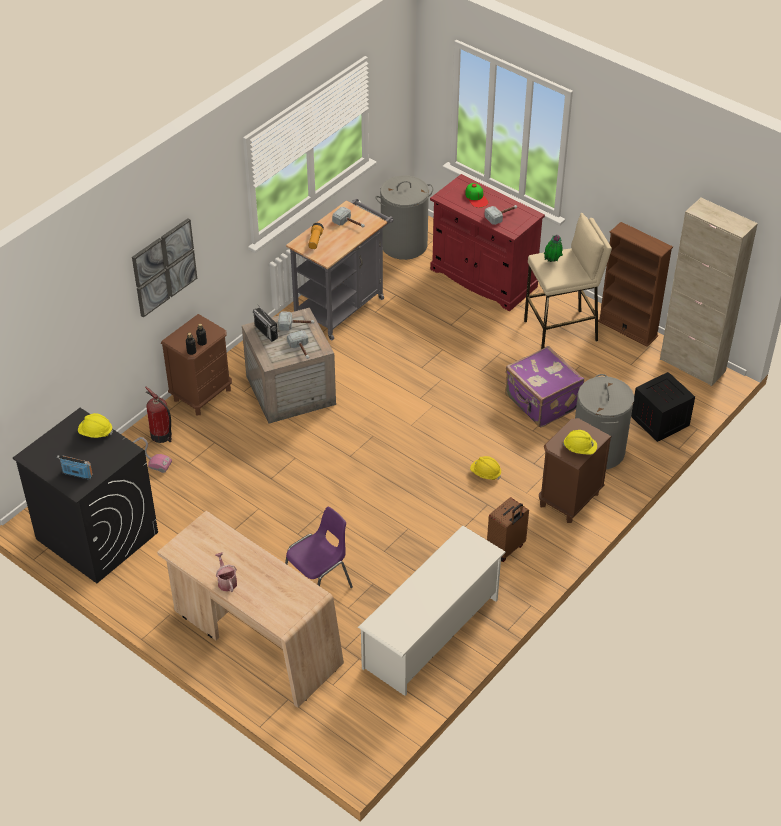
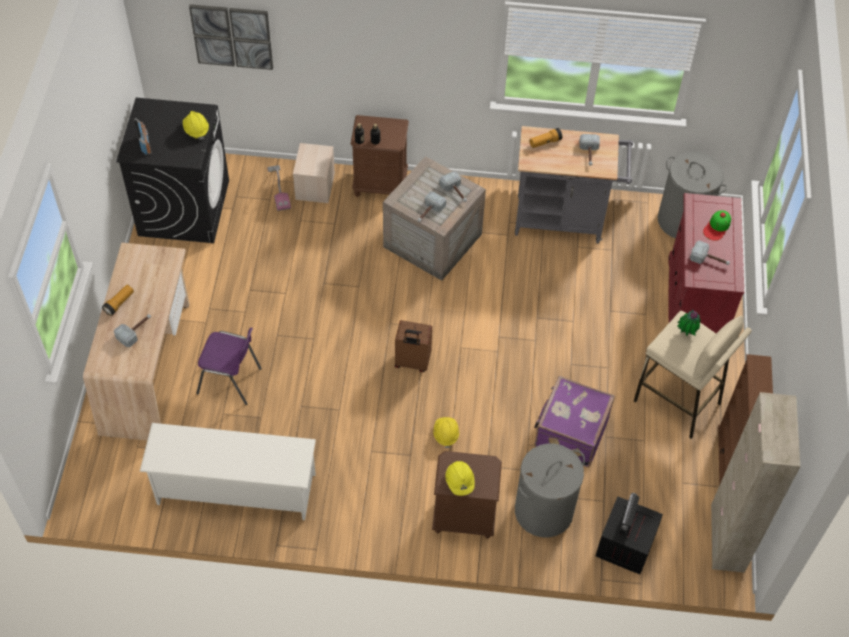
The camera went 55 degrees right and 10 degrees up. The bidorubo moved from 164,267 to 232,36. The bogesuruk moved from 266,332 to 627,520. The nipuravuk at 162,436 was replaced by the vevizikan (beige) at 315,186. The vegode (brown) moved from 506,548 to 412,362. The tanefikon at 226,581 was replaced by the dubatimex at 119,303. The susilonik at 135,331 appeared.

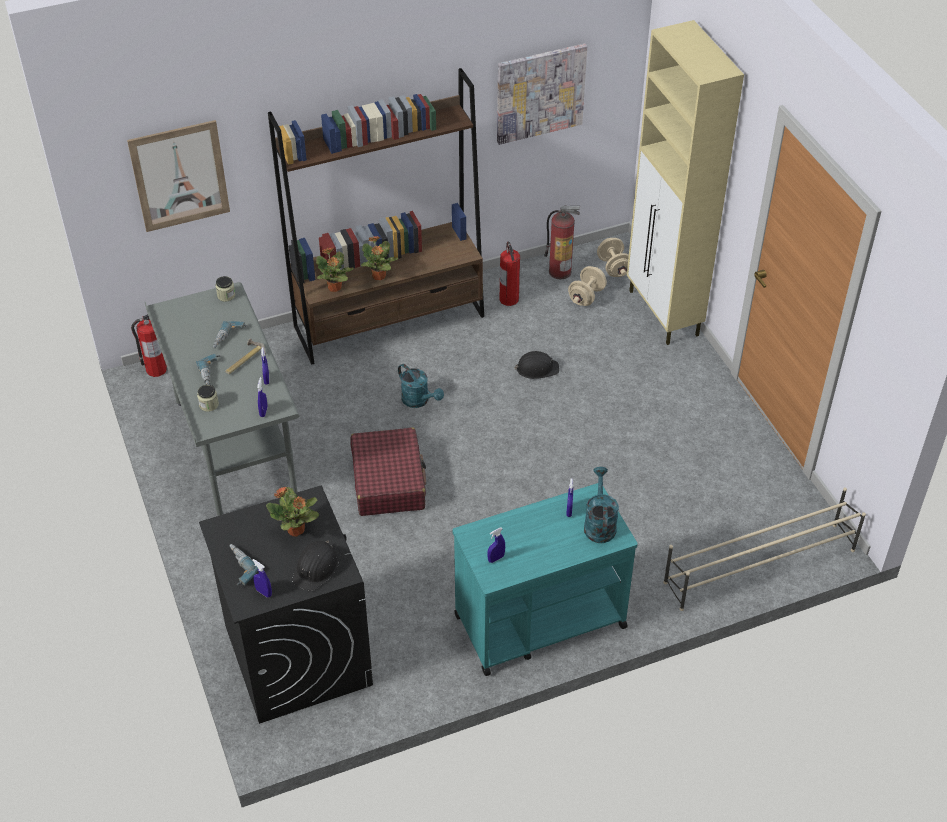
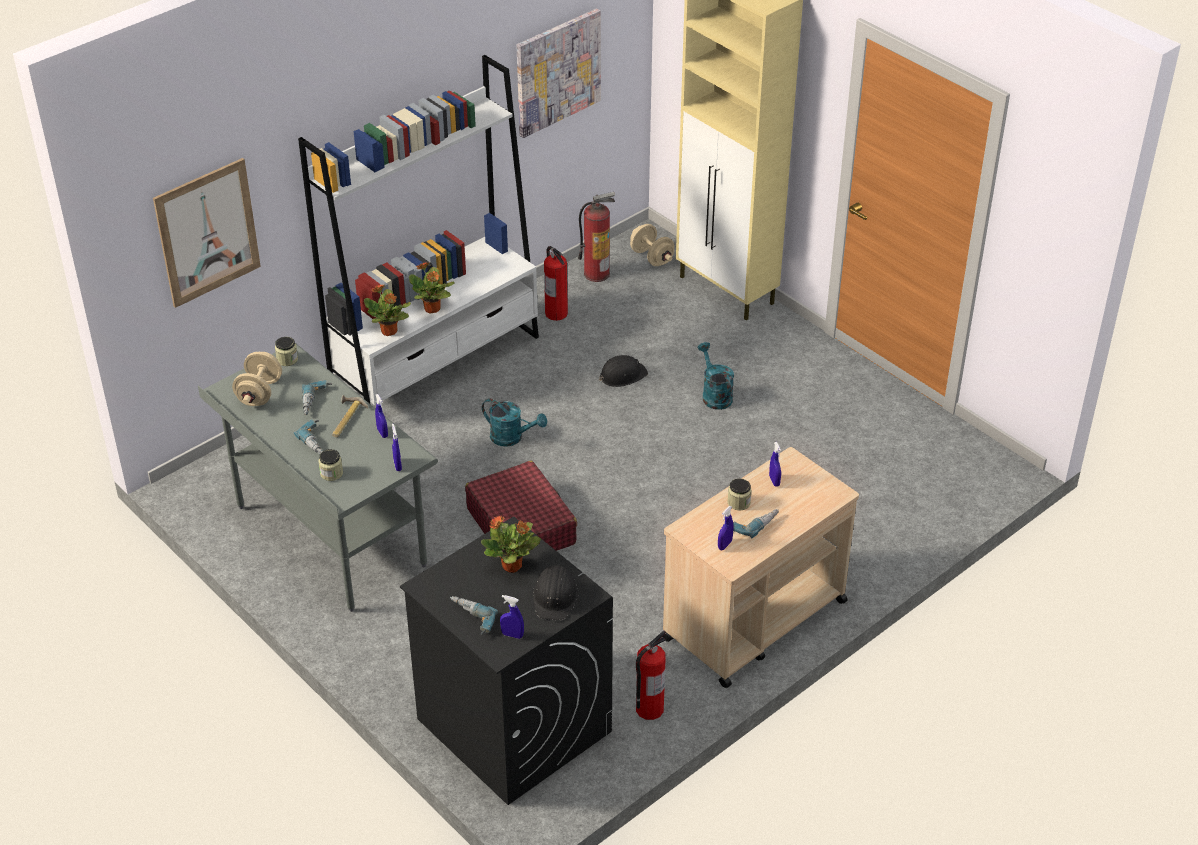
The camera went 20 degrees left and 5 degrees down. The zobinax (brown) at 390,321 became the zobinax (white) at 437,365. The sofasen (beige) moved from 586,296 to 259,393. The nipuravuk moved from 156,369 to 649,709. The tanefikon (turquoise) moved from 599,523 to 714,395. The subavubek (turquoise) at 538,621 became the subavubek (beige) at 753,620. The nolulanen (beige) at 758,566 disappeared. The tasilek at 739,503 appeared. The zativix at 753,523 appeared.

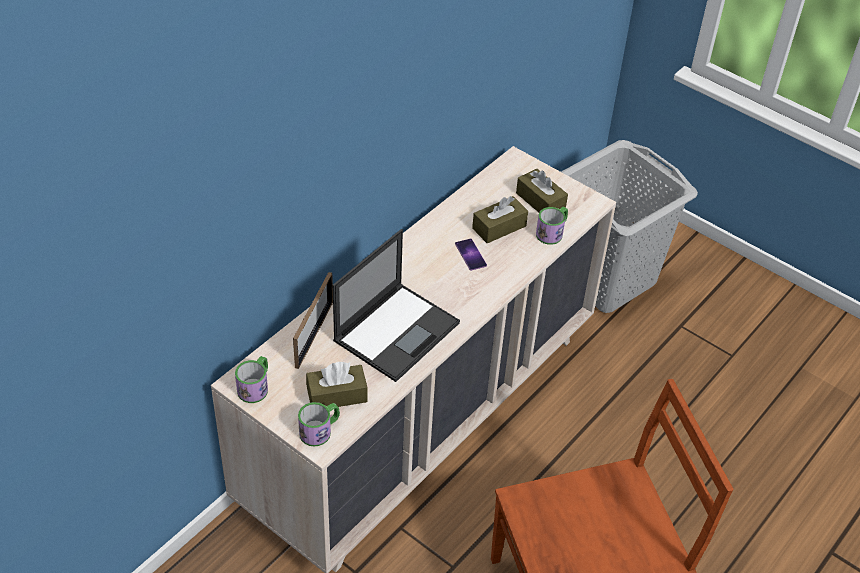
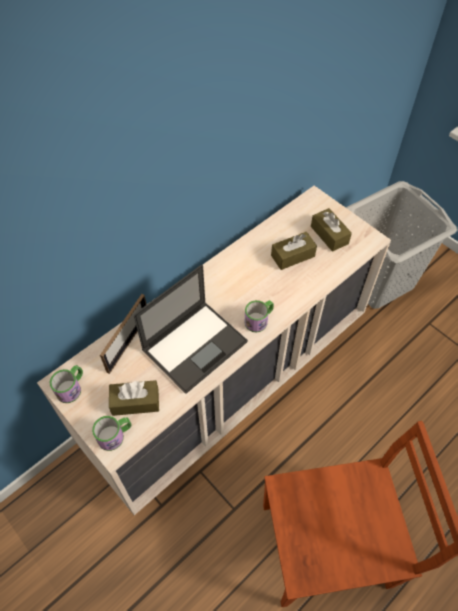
The camera went 10 degrees right and 10 degrees up. The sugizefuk moved from 552,232 to 259,320. The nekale at 470,254 disappeared.

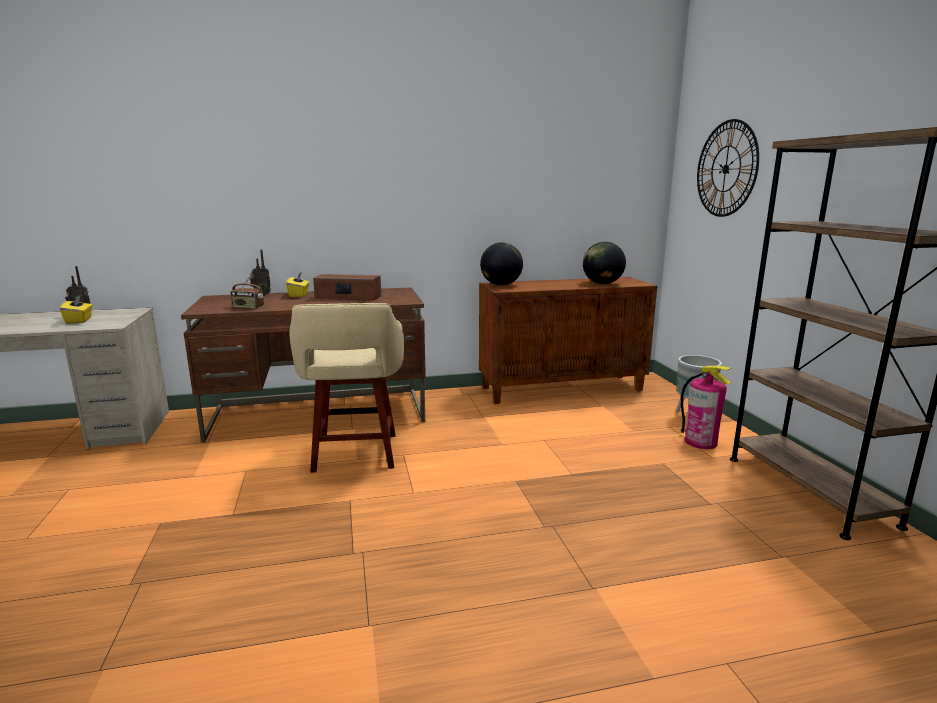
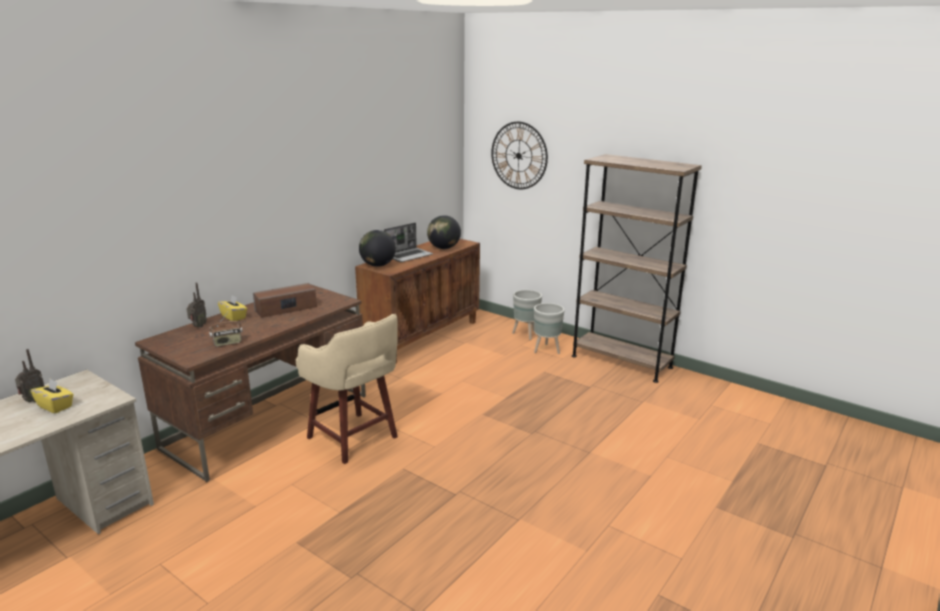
The camera went 40 degrees left and 5 degrees up. The nipuravuk at 700,442 was replaced by the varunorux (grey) at 547,350. The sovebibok at 409,256 appeared.

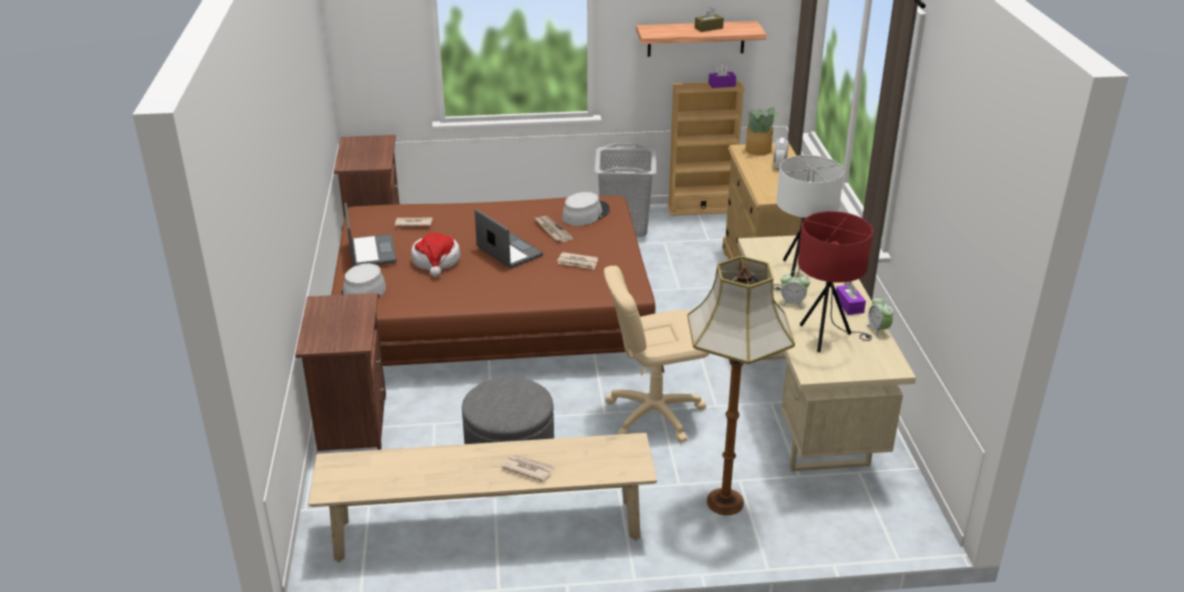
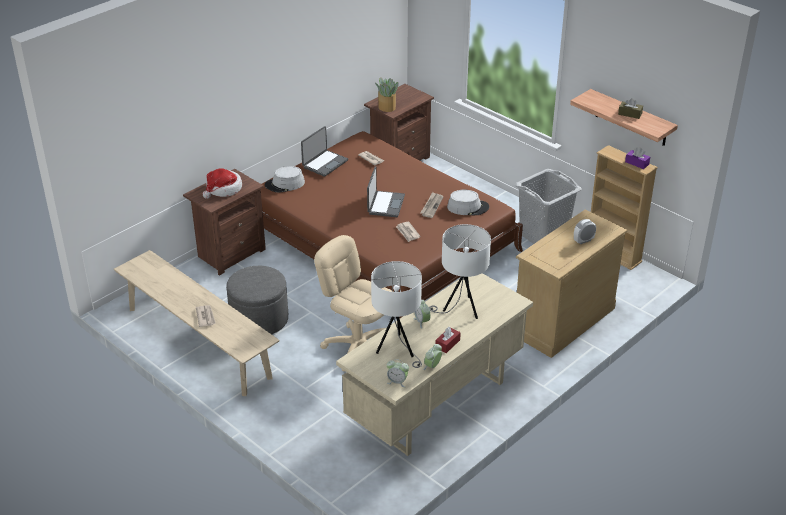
The camera went 50 degrees right and 5 degrees up. The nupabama moved from 759,150 to 387,107. The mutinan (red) at 826,338 became the mutinan (white) at 397,350. The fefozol moved from 436,261 to 223,189. The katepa at 726,503 disappeared. The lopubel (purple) at 849,305 became the lopubel (red) at 447,344. The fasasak at 397,381 appeared.

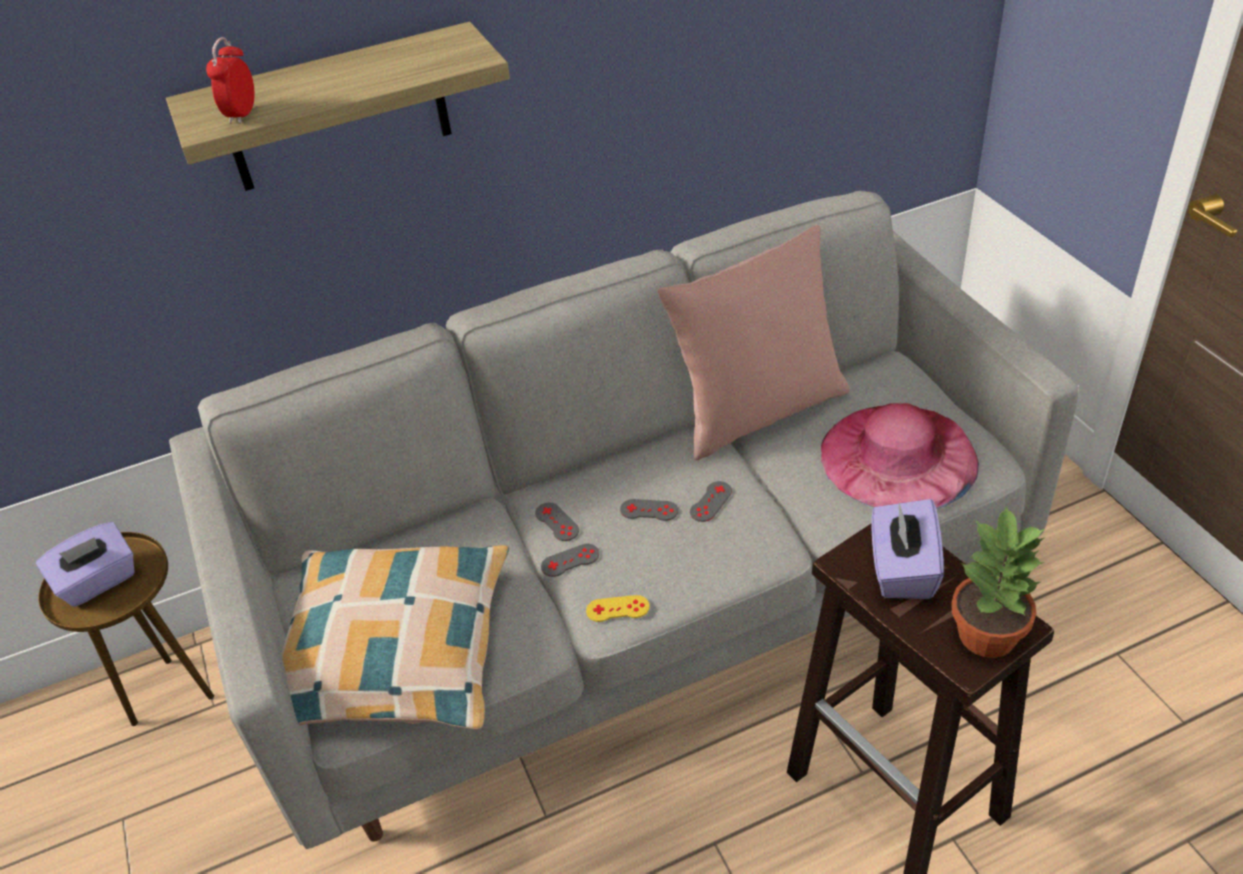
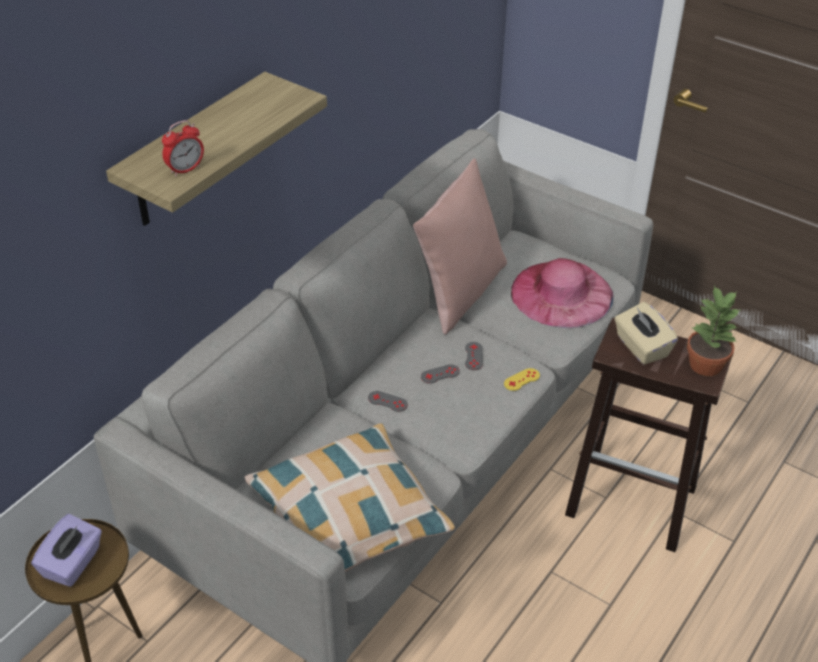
The camera went 35 degrees left and 0 degrees up. The fasasak at 242,114 turned 105 degrees counterclockwise. The lopubel (purple) at 902,569 became the lopubel (beige) at 641,347. The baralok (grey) at 570,560 disappeared. The baralok (yellow) moved from 617,609 to 521,379.

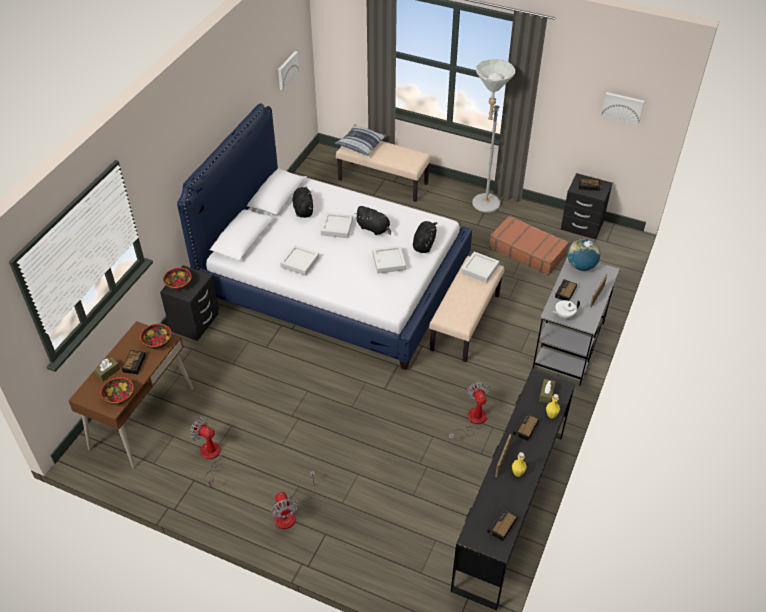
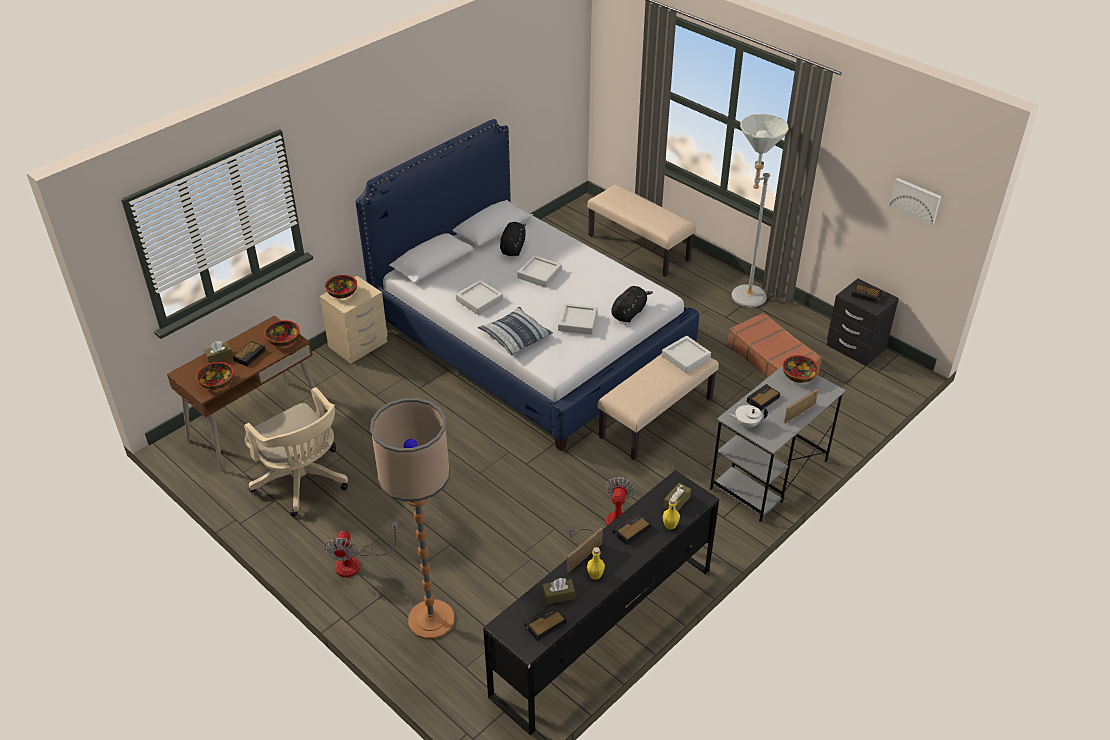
The camera went 20 degrees right and 5 degrees down. The bidorubo at 287,70 disappeared. The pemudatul moved from 360,144 to 515,336. The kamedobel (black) at 374,229 disappeared. The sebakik at 581,266 was replaced by the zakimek at 798,376. The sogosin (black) at 194,322 became the sogosin (beige) at 358,344. The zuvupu at 210,457 was replaced by the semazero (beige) at 304,482. The katepa at 431,619 appeared. The lopubel (brown) at 558,595 appeared.

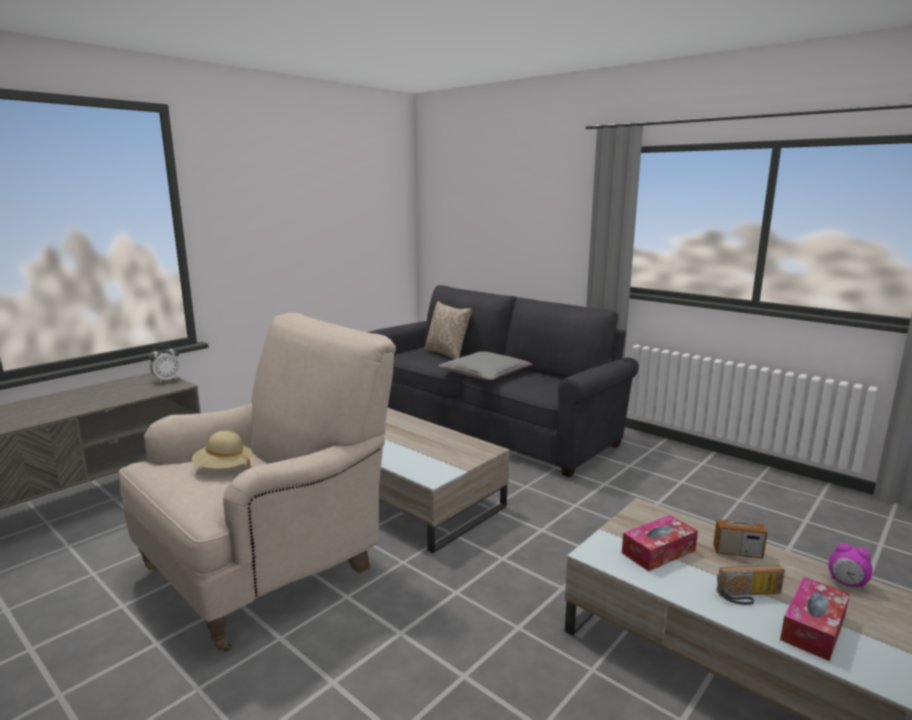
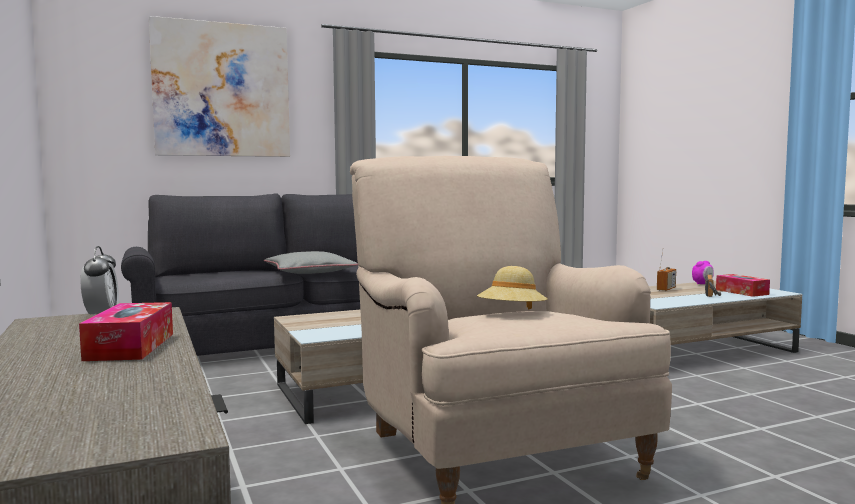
The camera went 65 degrees left and 10 degrees down. The pemudatul at 447,354 disappeared. The lopubel moved from 658,551 to 130,346. The bidorubo at 222,90 appeared.

